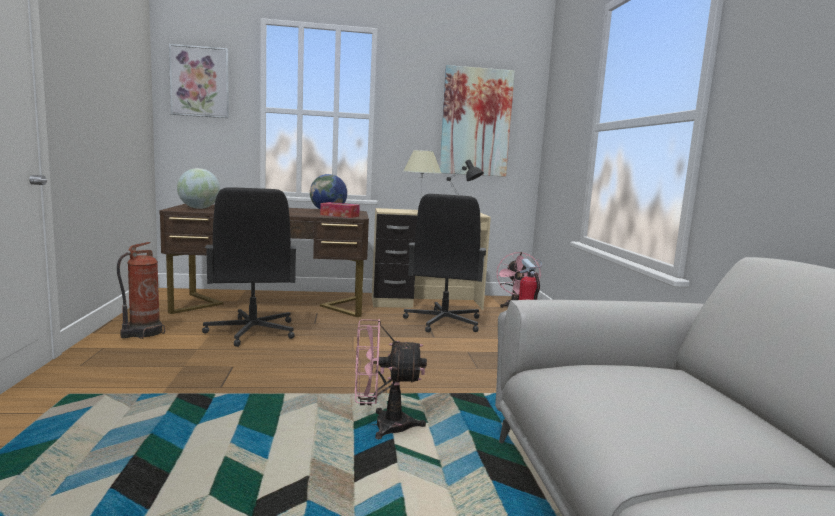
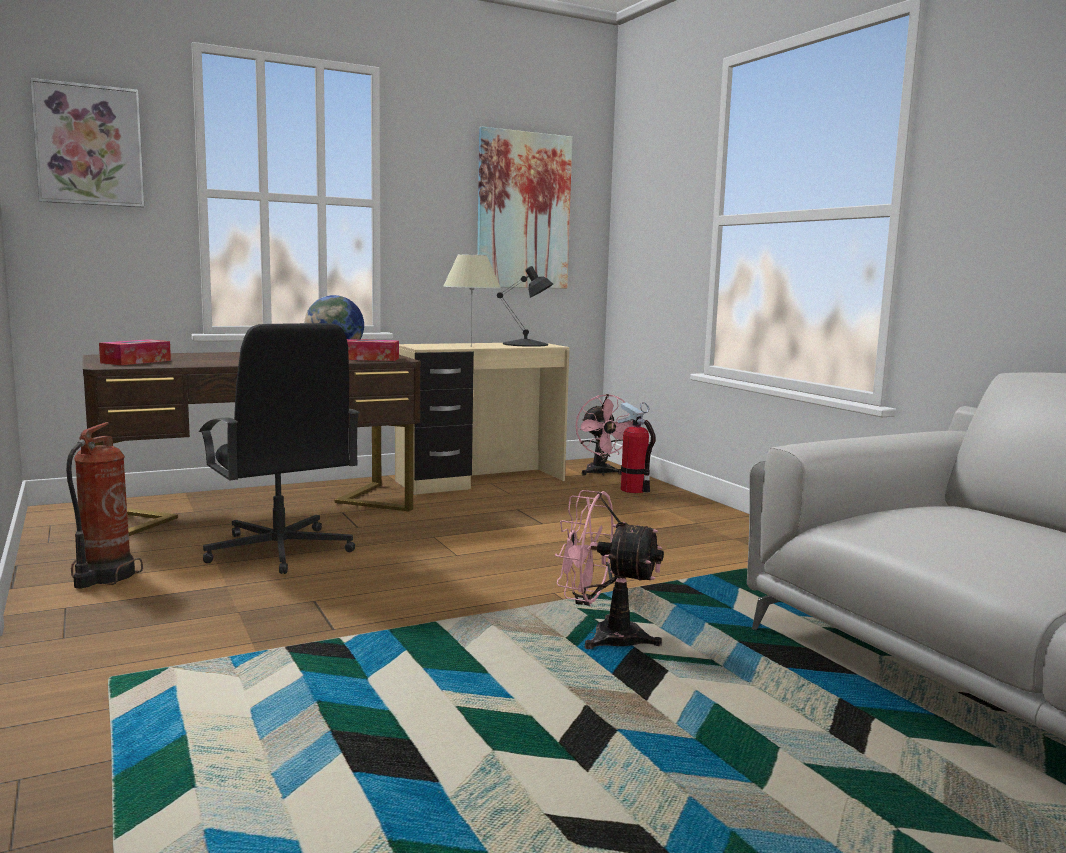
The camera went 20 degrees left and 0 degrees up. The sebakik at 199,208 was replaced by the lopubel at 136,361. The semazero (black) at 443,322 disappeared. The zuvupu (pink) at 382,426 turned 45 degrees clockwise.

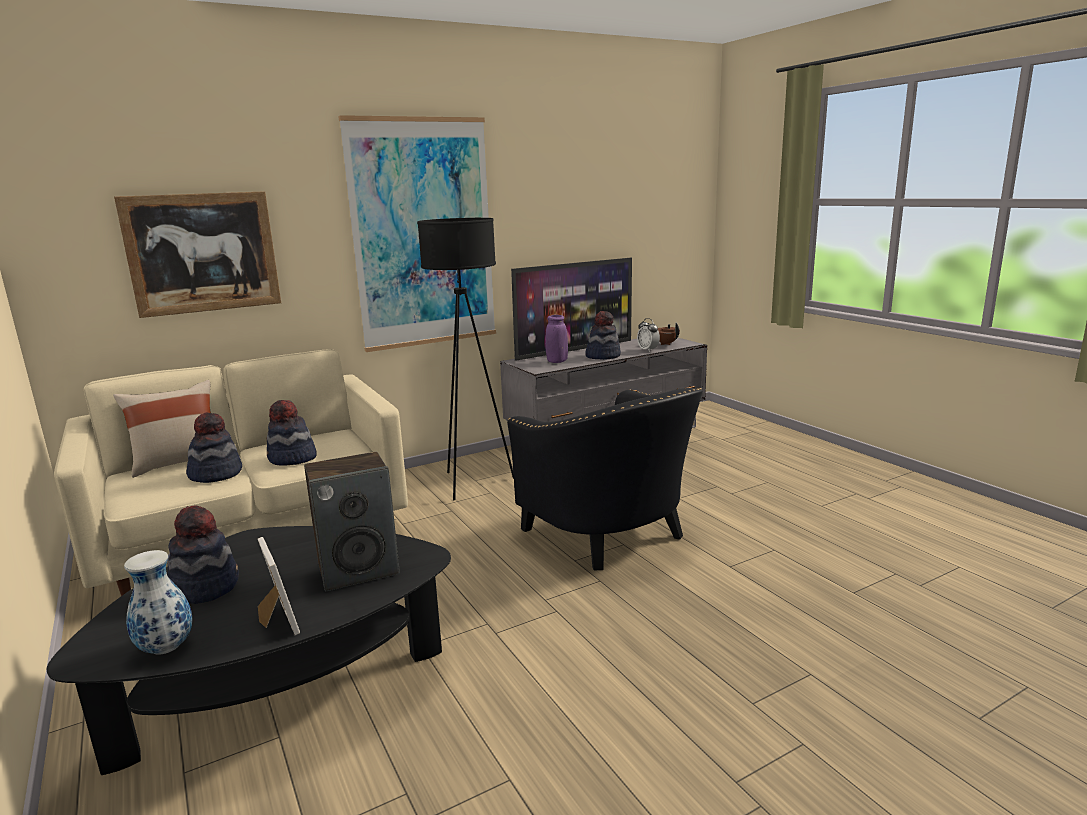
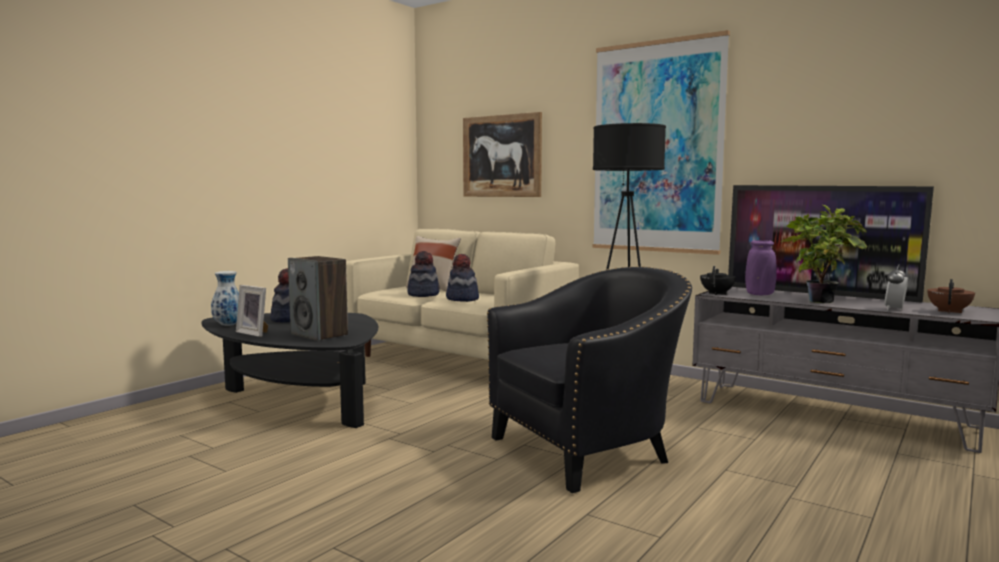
The camera went 65 degrees right and 10 degrees down. The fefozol at 602,356 was replaced by the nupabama at 820,301. The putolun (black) at 611,535 turned 150 degrees counterclockwise. The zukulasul at 277,622 turned 90 degrees clockwise. The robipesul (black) at 717,293 appeared.

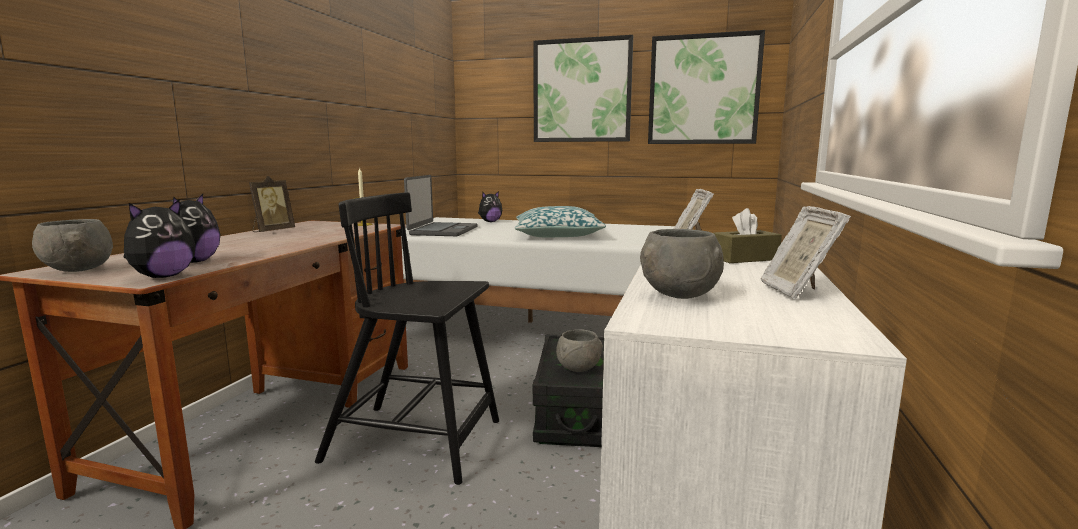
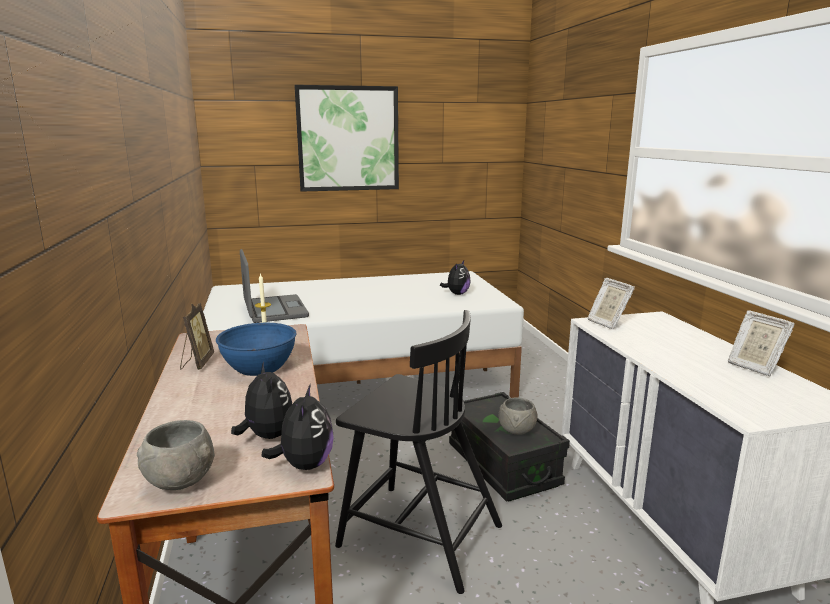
The camera went 30 degrees left and 5 degrees up. The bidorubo at 703,90 disappeared. The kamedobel moved from 490,222 to 457,294. The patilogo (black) at 417,441 turned 135 degrees counterclockwise. The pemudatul at 557,234 disappeared. The lopubel (brown) at 744,258 disappeared. The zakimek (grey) at 677,296 disappeared. The zakimek (blue) at 259,367 appeared.

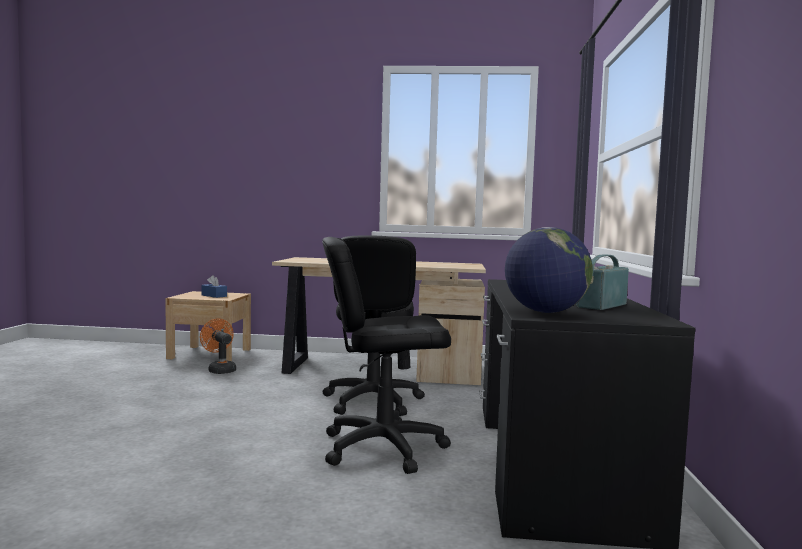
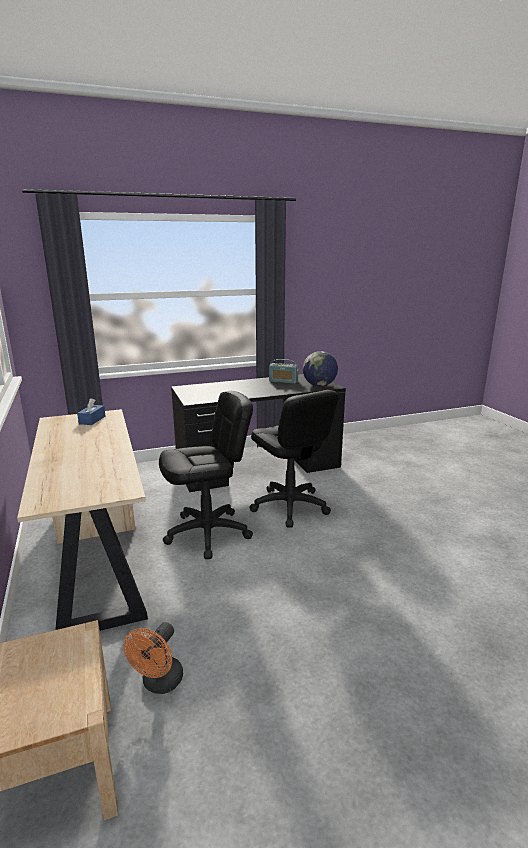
The camera went 115 degrees left and 15 degrees up. The lopubel (blue) moved from 214,296 to 92,420.

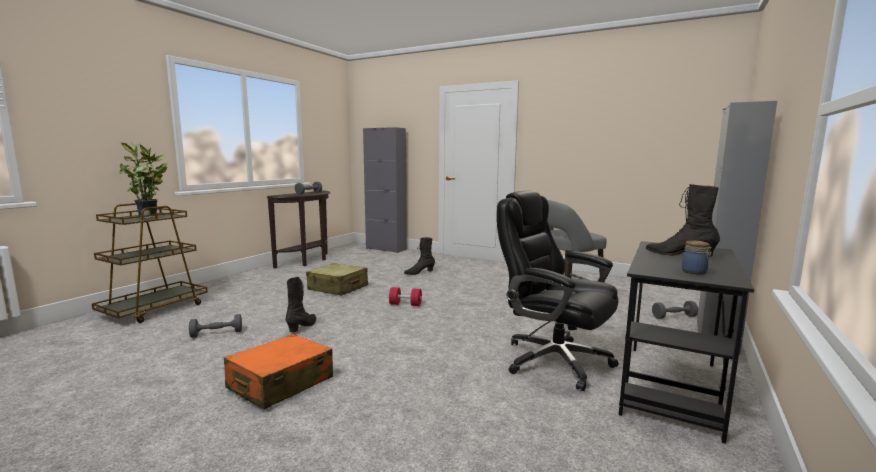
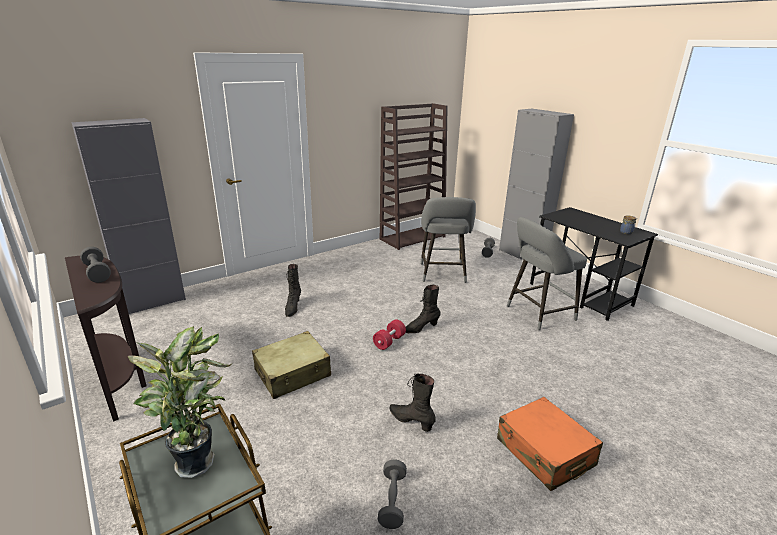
The camera went 65 degrees left and 15 degrees up. The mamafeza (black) moved from 679,255 to 420,328. The semazero (black) at 553,360 was replaced by the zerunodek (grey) at 537,314. The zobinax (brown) at 412,237 appeared.

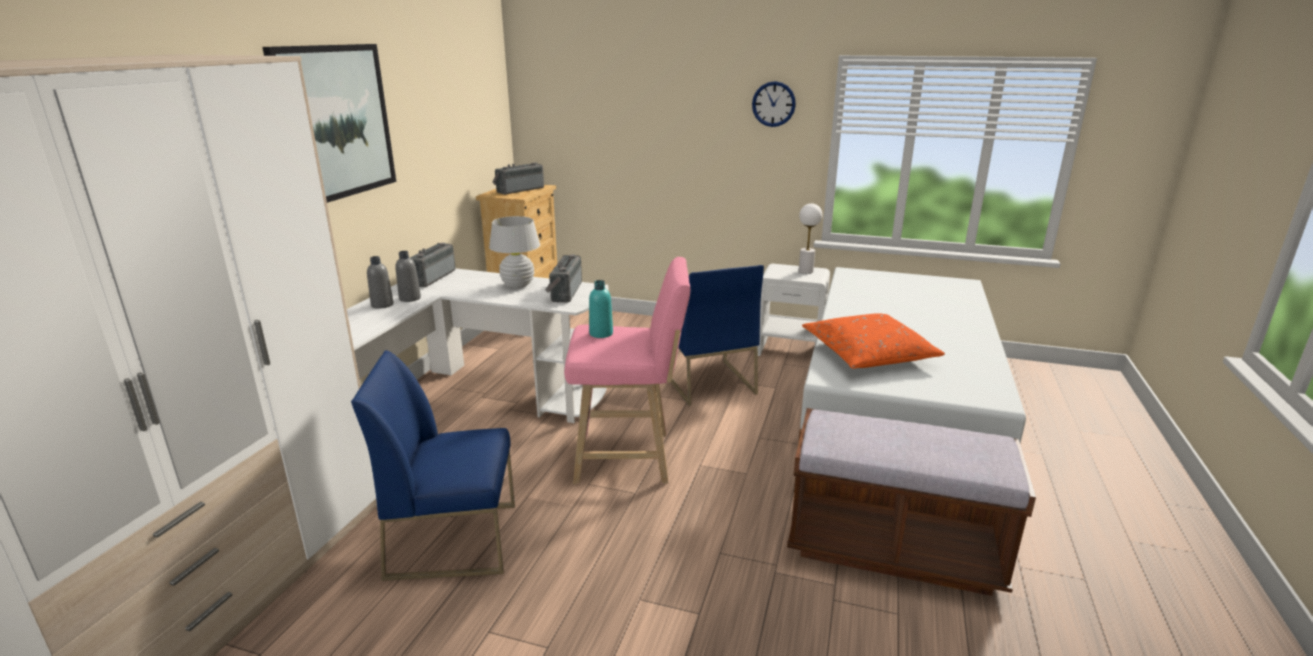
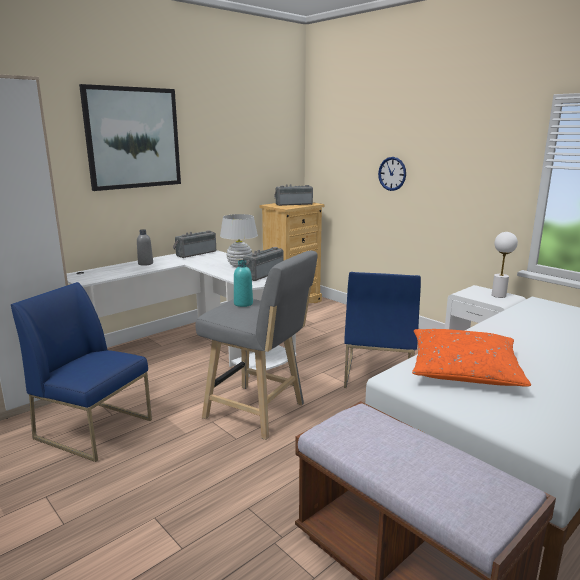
The camera went 30 degrees right and 5 degrees down. The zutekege moved from 773,104 to 392,173. The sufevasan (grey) at 410,298 disappeared. The zerunodek (pink) at 629,458 became the zerunodek (grey) at 259,413.

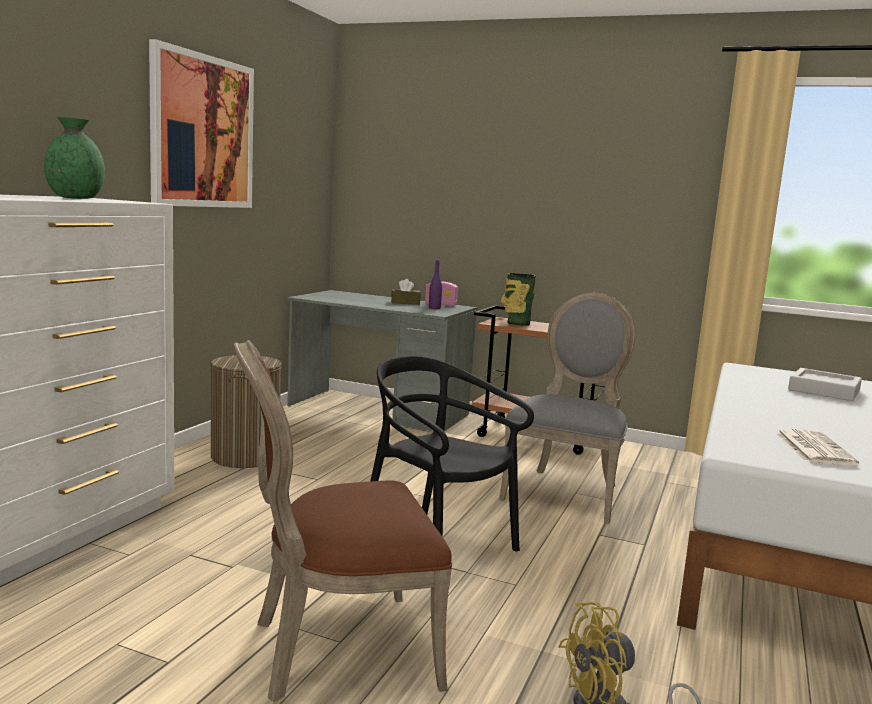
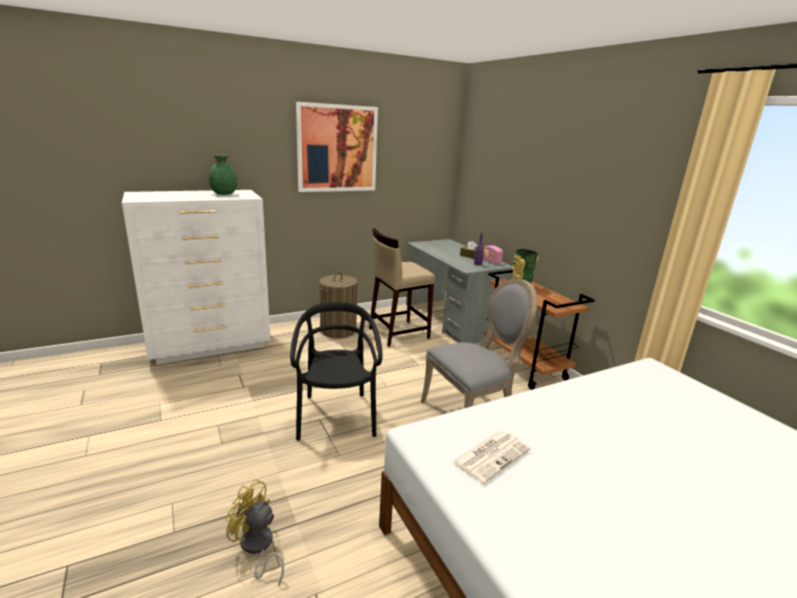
The camera went 40 degrees right and 10 degrees up. The patilogo (brown) at 336,650 disappeared. The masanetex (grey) at 824,390 disappeared. The zerunodek (beige) at 398,333 appeared.

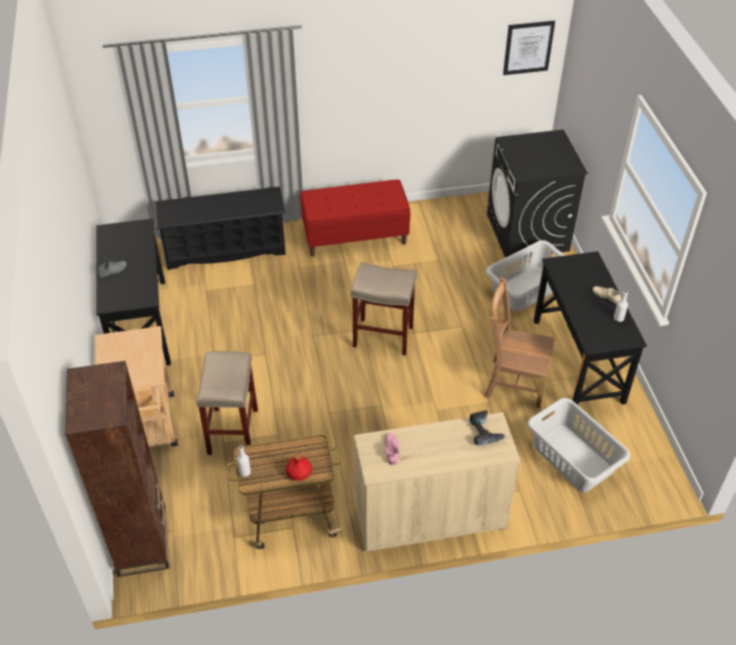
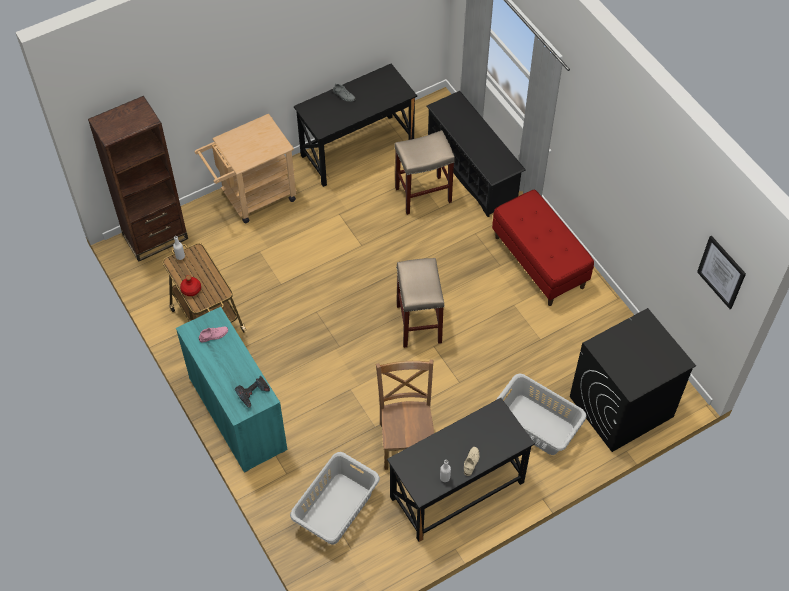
The camera went 70 degrees right and 10 degrees up. The zerunodek (beige) moved from 233,432 to 422,195. The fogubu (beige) at 430,516 became the fogubu (turquoise) at 238,414.

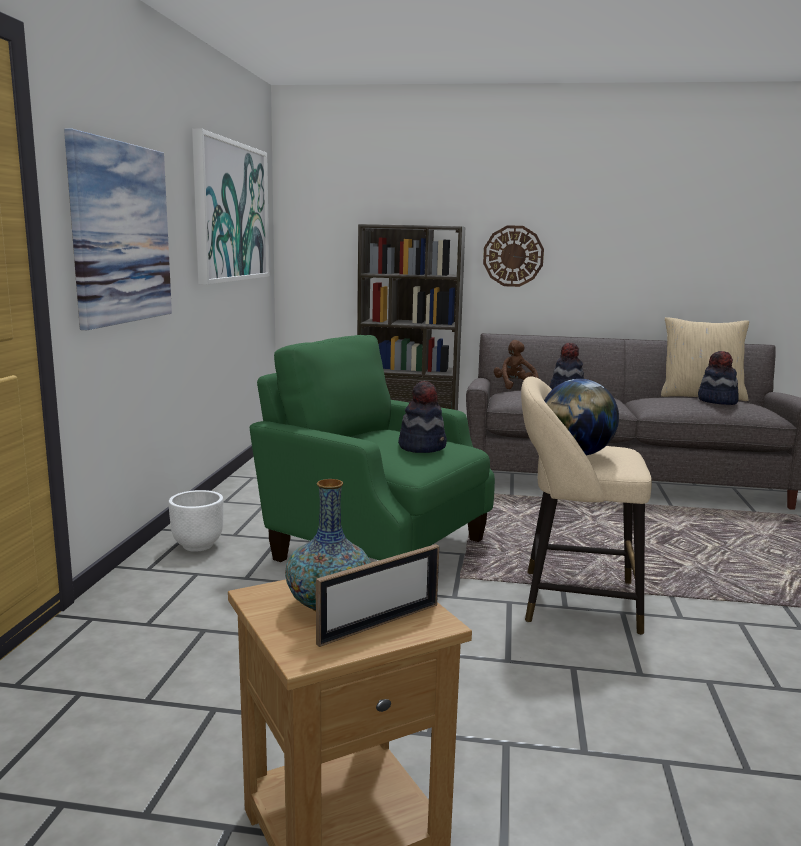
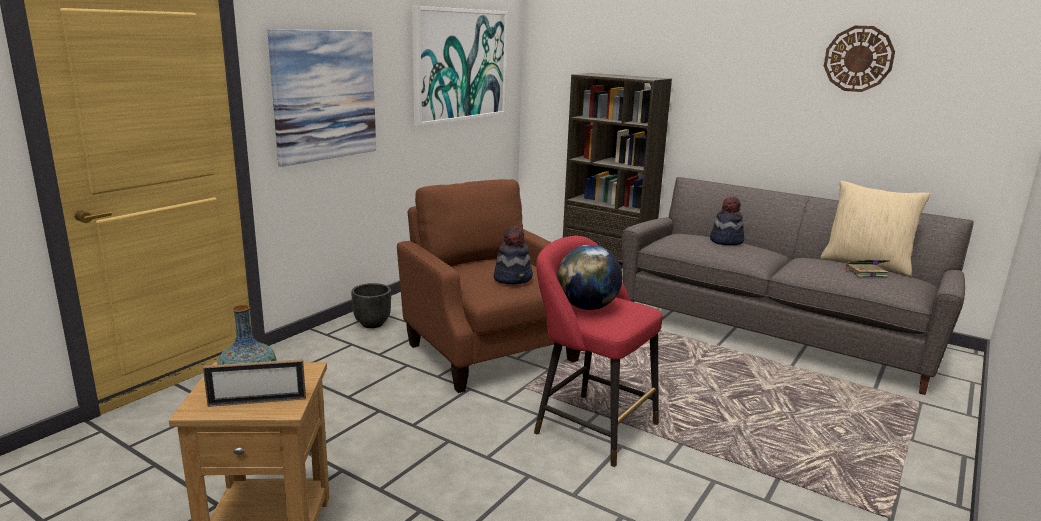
The camera went 25 degrees right and 5 degrees up. The zutekege moved from 513,256 to 858,59. The putolun (green) at 375,548 became the putolun (brown) at 489,350. The kamedobel (brown) at 514,386 disappeared. The fefozol at 717,401 was replaced by the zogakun at 865,272. The zerunodek (beige) at 571,600 became the zerunodek (red) at 590,426. The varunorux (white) at 197,545 became the varunorux (black) at 372,324.

